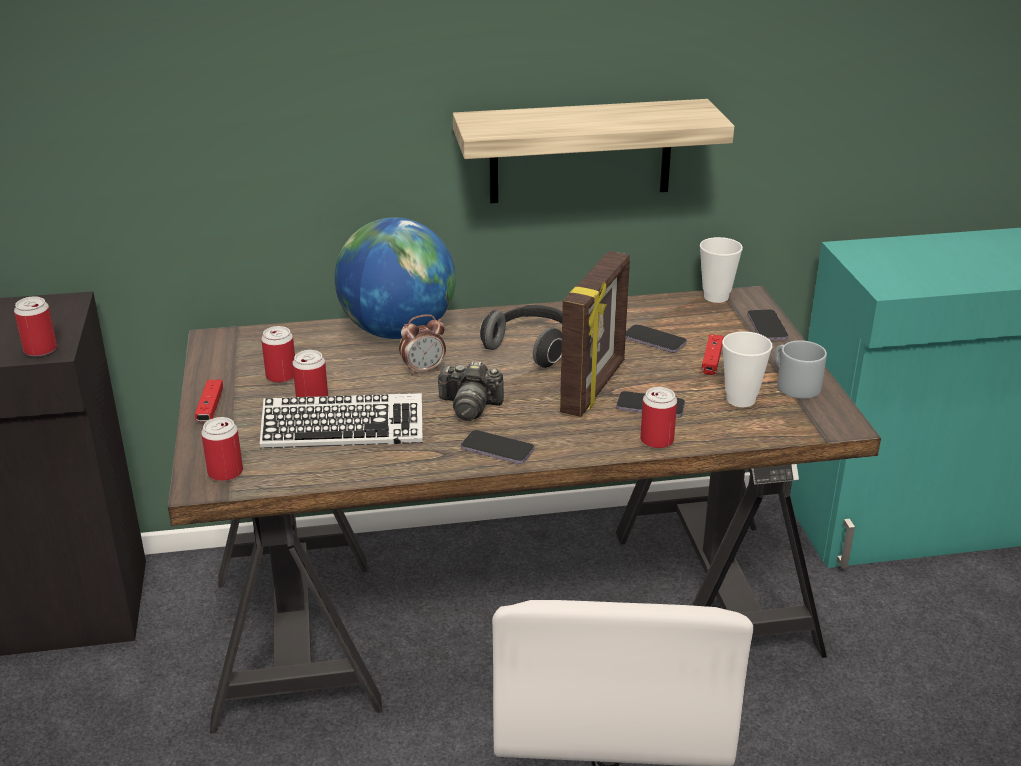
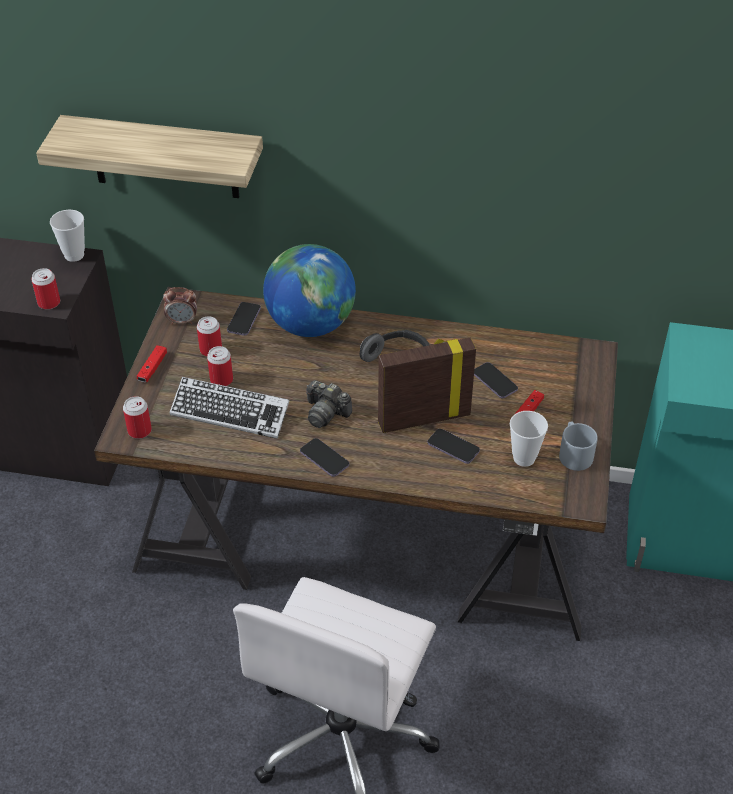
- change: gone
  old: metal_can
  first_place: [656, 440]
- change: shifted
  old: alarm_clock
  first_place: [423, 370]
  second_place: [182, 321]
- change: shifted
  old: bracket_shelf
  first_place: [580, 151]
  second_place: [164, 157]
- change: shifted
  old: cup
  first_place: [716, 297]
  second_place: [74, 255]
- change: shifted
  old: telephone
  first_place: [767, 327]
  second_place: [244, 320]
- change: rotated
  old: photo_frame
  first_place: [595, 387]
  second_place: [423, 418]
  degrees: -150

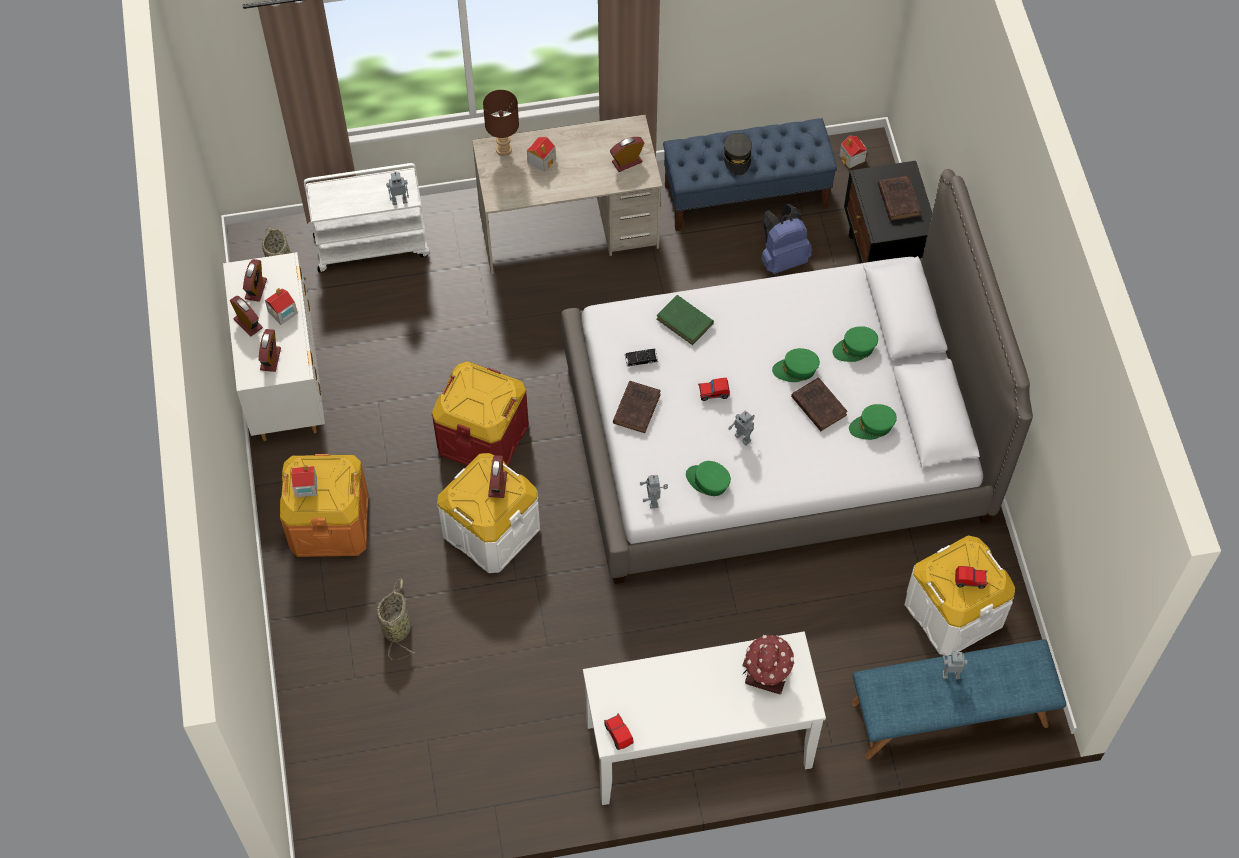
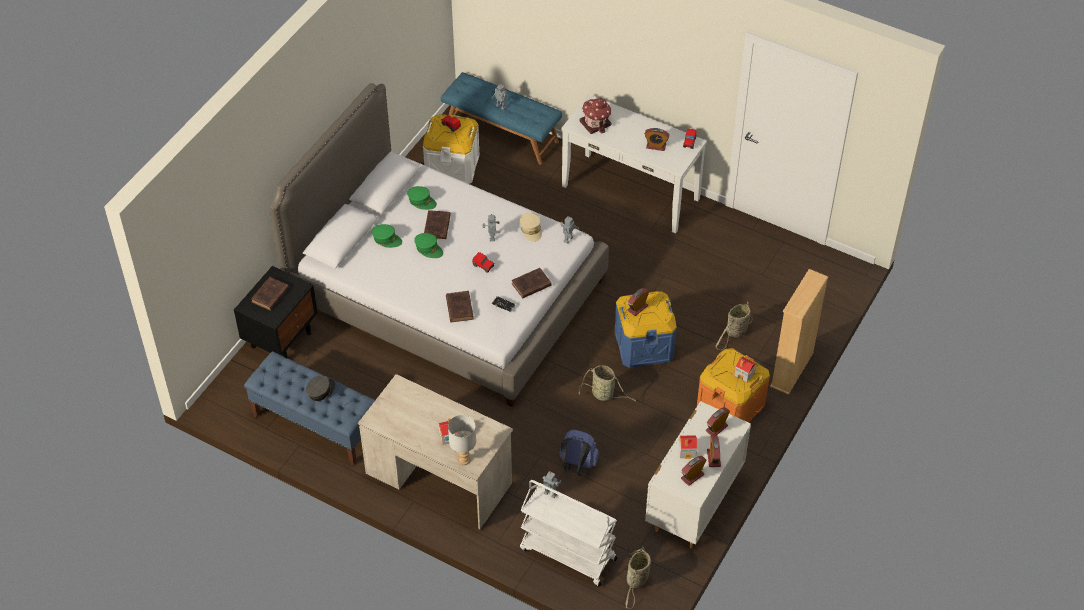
- change: gone
  old: toy_house
  first_place: [852, 158]
- change: new
  new: beige_bookcase
  second_place: [792, 369]
- change: shifted
  old: alarm_clock
  first_place: [627, 162]
  second_place: [656, 146]
- change: shifted
  old: blue-coloured_rucksack
  first_place: [782, 258]
  second_place: [577, 465]
- change: swapped
  old: red-coloured_storage_box
  new: basket
  first_place: [483, 437]
  second_place: [604, 394]
- change: repainted
  old: white_storage_box
  new: blue-coloured_storage_box
  first_place: [491, 530]
  second_place: [644, 345]
- change: repainted
  old: brownish_table_lamp
  new: grey_table_lamp
  first_place: [504, 149]
  second_place: [463, 459]
- change: repainted
  old: green_book
  new: brownish_book
  first_place: [686, 322]
  second_place: [459, 307]
- change: repainted
  old: green_cap
  new: beige_cap
  first_place: [708, 481]
  second_place: [531, 230]

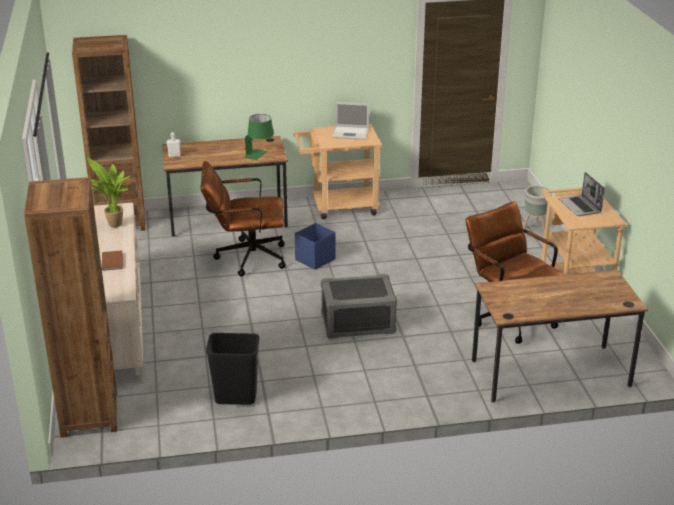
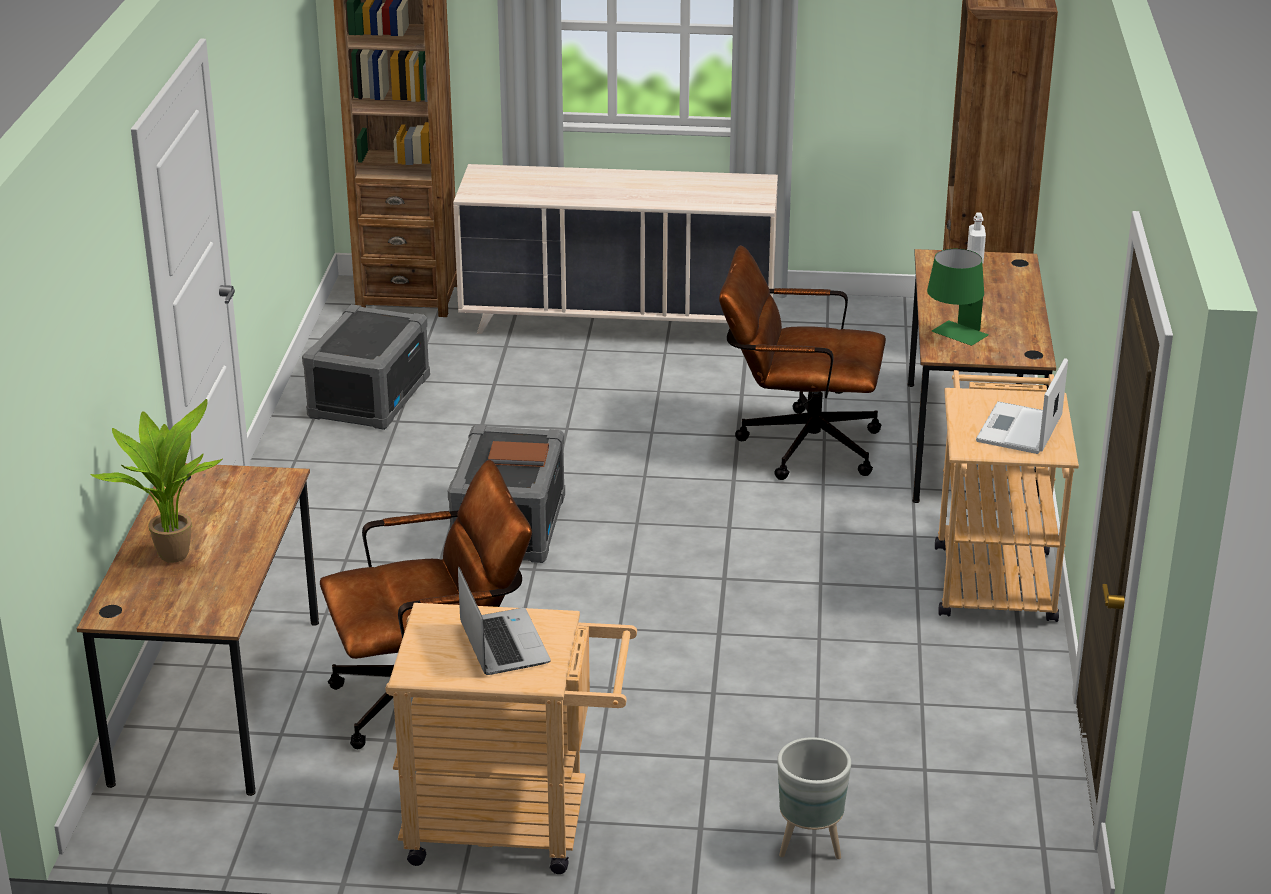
- change: gone
  old: blue-coloured_storage_box
  first_place: [314, 259]
- change: shifted
  old: houseplant
  first_place: [113, 225]
  second_place: [172, 554]
- change: shifted
  old: brownish_book
  first_place: [113, 261]
  second_place: [519, 457]
- change: swapped
  old: black-coloured_rubbish_bin
  new: grey_storage_box
  first_place: [235, 398]
  second_place: [369, 397]
- change: rotated
  old: brownish_computer_chair
  first_place: [245, 258]
  second_place: [797, 445]
  degrees: -90
- change: rotated
  old: portable_computer
  first_place: [580, 206]
  second_place: [502, 643]
  degrees: 75

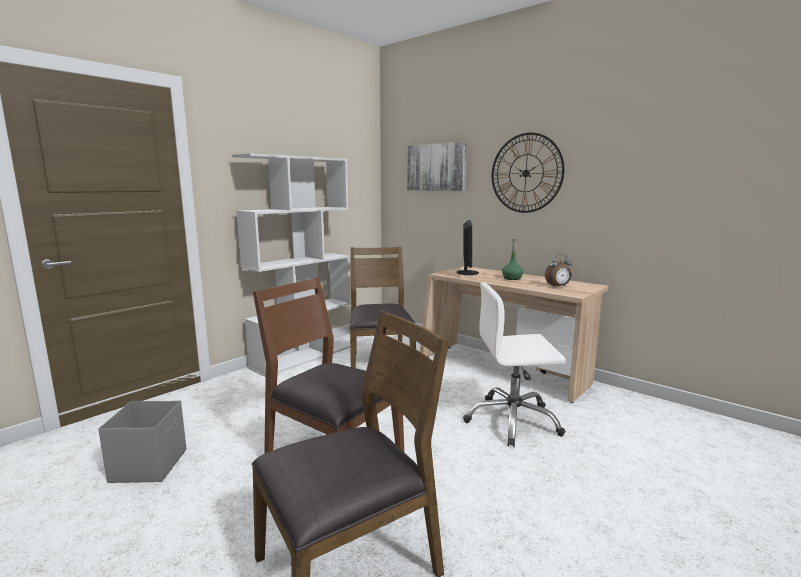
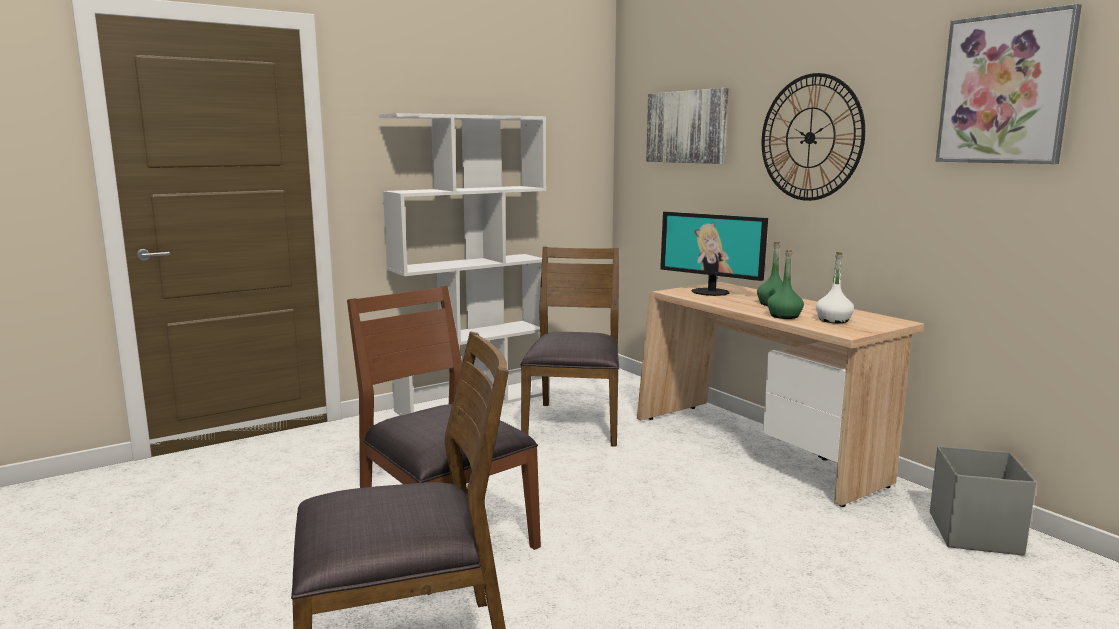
- change: gone
  old: white_computer_chair
  first_place: [512, 421]
- change: new
  new: green_drink_bottle
  second_place: [784, 316]
- change: new
  new: picture
  second_place: [1005, 89]
- change: shifted
  old: grey_storage_box
  first_place: [150, 465]
  second_place: [974, 533]
- change: swapped
  old: alarm_clock
  new: white_drink_bottle
  first_place: [558, 286]
  second_place: [833, 320]
- change: rotated
  old: monitor
  first_place: [467, 272]
  second_place: [710, 292]
  degrees: 105

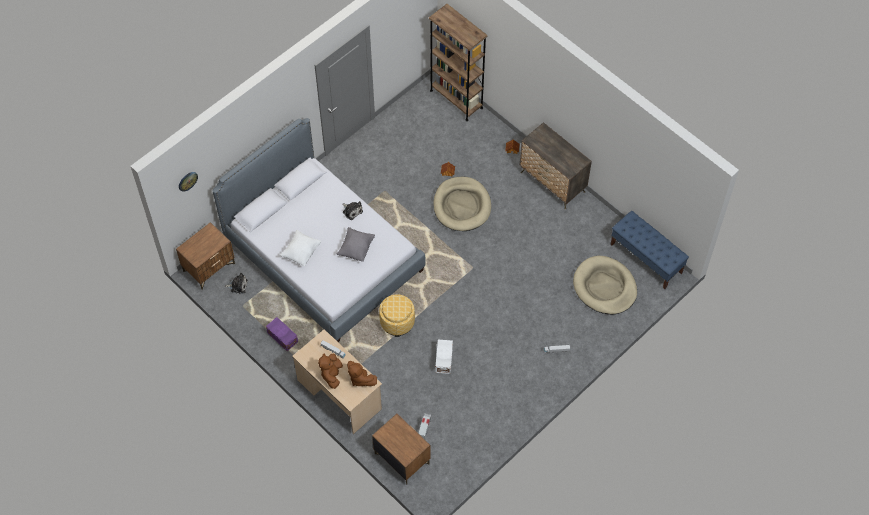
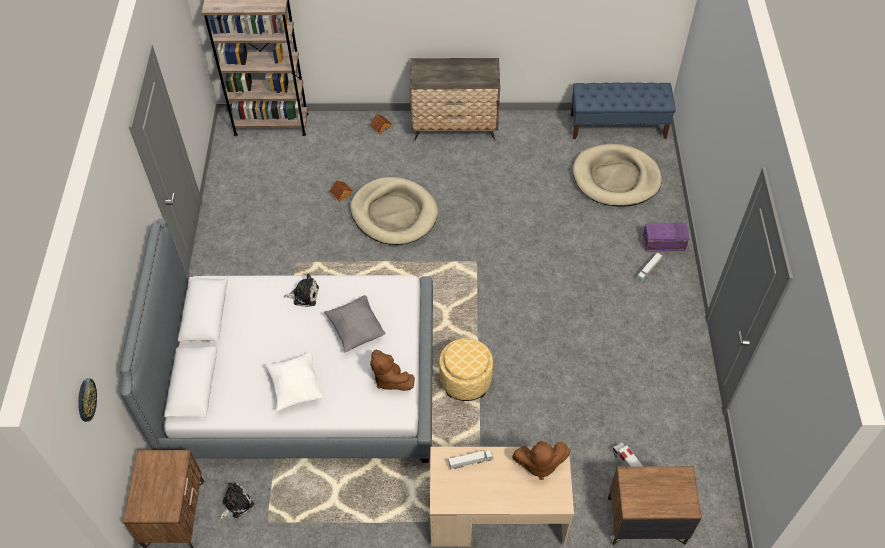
- change: gone
  old: white_storage_box
  first_place: [443, 360]
- change: shifted
  old: purple-coloured_storage_box
  first_place: [282, 338]
  second_place: [664, 243]
- change: shifted
  old: brownish_plush_toy
  first_place: [331, 375]
  second_place: [390, 379]

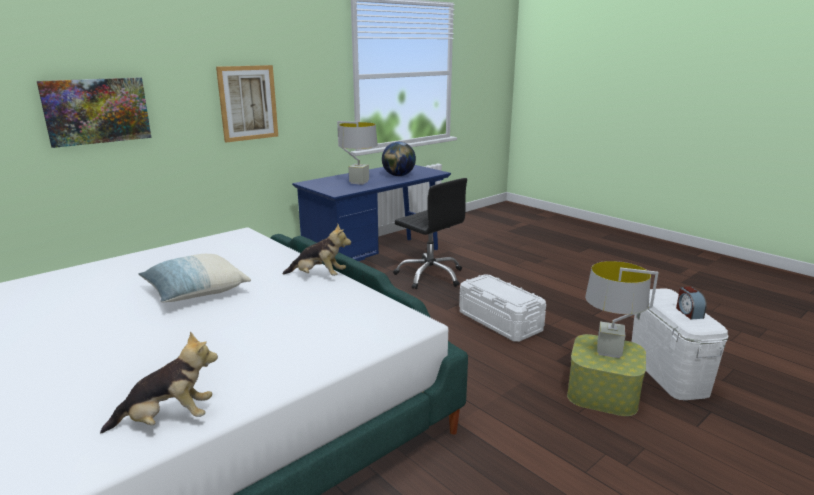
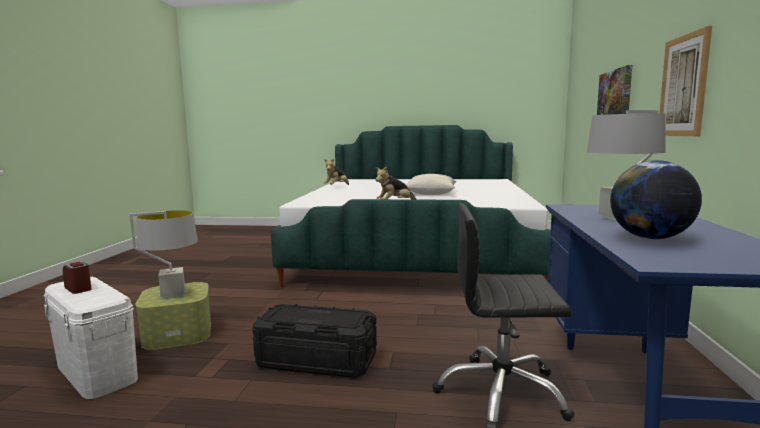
- change: repainted
  old: white_storage_box
  new: black-coloured_storage_box
  first_place: [499, 321]
  second_place: [317, 360]

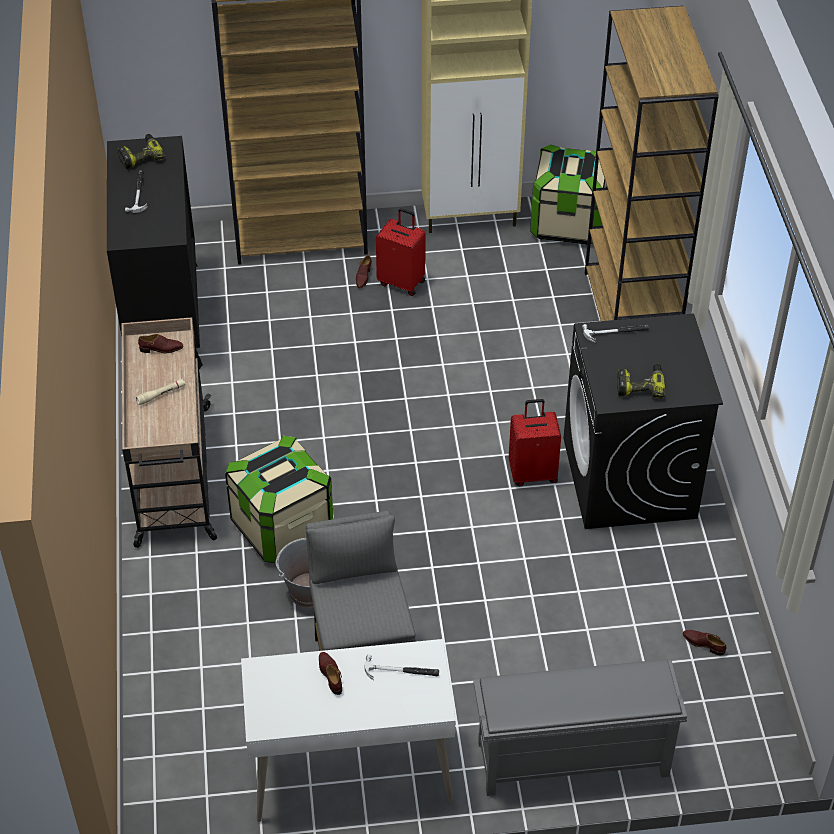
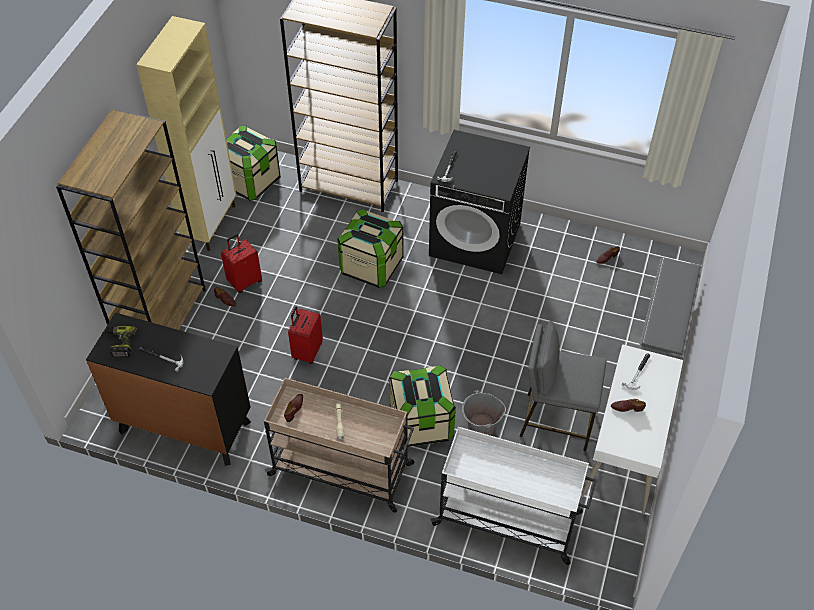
- change: gone
  old: power_drill
  first_place: [640, 385]
- change: new
  new: storage_box
  second_place: [371, 266]
- change: new
  new: white_trolley
  second_place: [509, 519]
- change: shifted
  old: red-coloured_piece_of_luggage
  first_place: [533, 473]
  second_place: [307, 351]

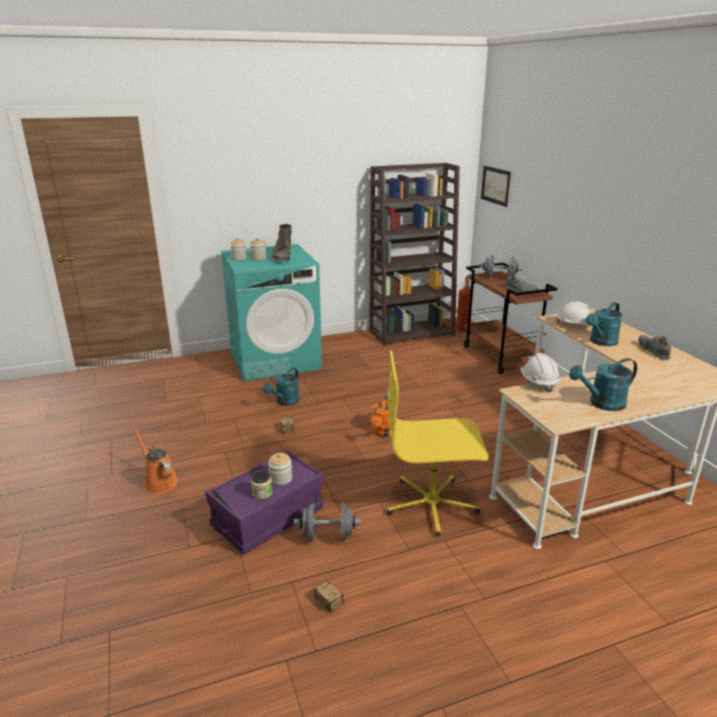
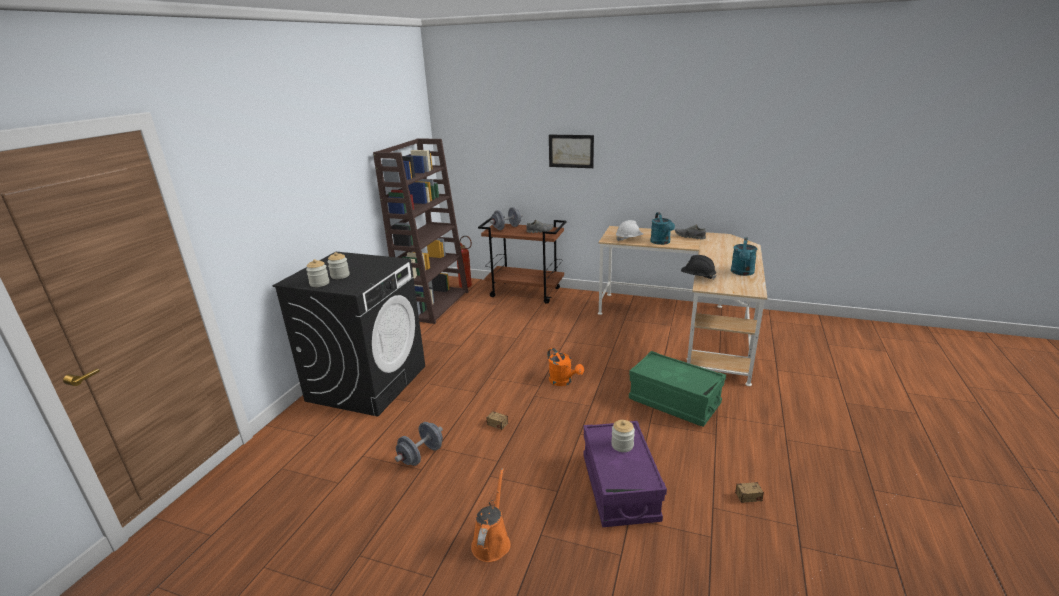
- change: gone
  old: storage_jar
  first_place: [262, 493]
- change: gone
  old: blue-green_sprinkling_can
  first_place: [285, 402]
- change: gone
  old: green_tall_boot
  first_place: [282, 257]
- change: shifted
  old: grey_dumbbell
  first_place: [328, 536]
  second_place: [421, 455]
- change: shifted
  old: picture
  first_place: [495, 185]
  second_place: [571, 151]
- change: swapped
  old: yellow-coloured_computer_chair
  new: green_storage_box
  first_place: [432, 505]
  second_place: [674, 402]
- change: repainted
  old: blue-green_laundry_appliance
  new: black-coloured_laundry_appliance
  first_place: [275, 360]
  second_place: [367, 383]
- change: repainted
  old: white_work_helmet
  new: black-coloured_work_helmet
  first_place: [538, 383]
  second_place: [697, 277]
- change: rotated
  old: orange-coloured_sprinkling_can
  first_place: [159, 481]
  second_place: [492, 541]
  degrees: 105

